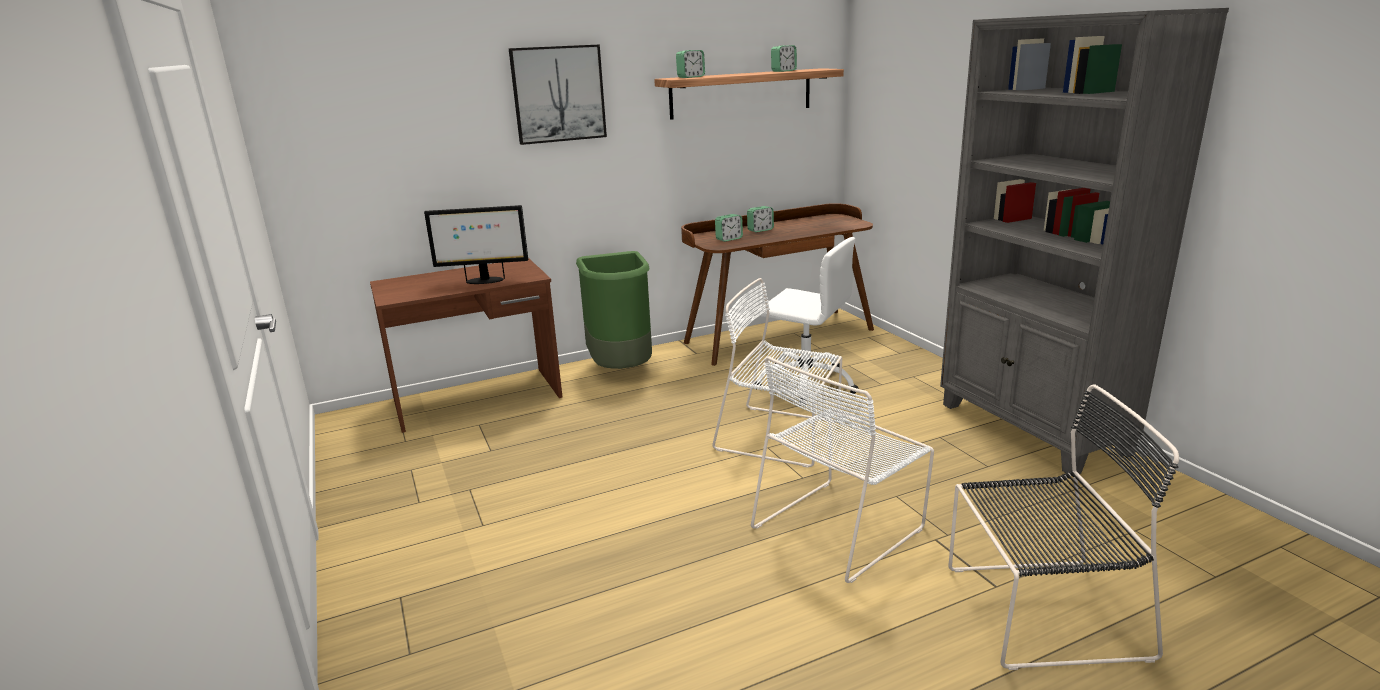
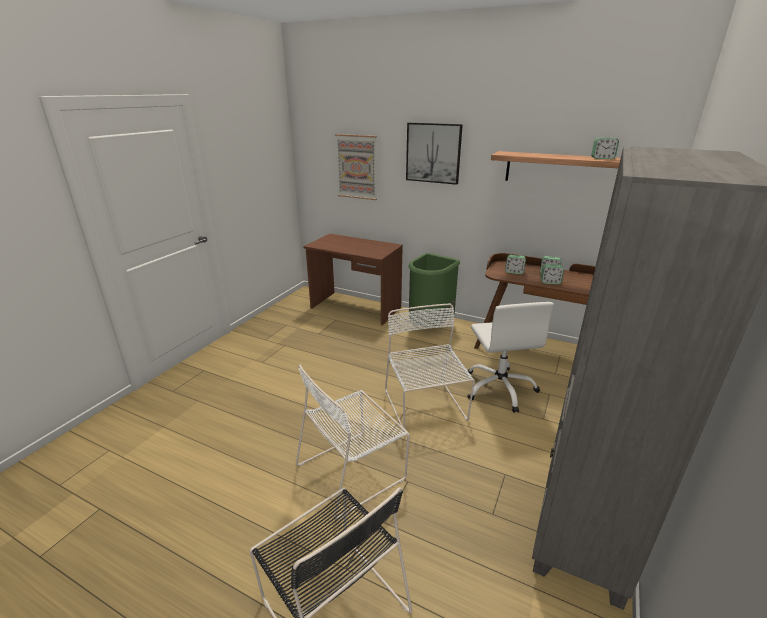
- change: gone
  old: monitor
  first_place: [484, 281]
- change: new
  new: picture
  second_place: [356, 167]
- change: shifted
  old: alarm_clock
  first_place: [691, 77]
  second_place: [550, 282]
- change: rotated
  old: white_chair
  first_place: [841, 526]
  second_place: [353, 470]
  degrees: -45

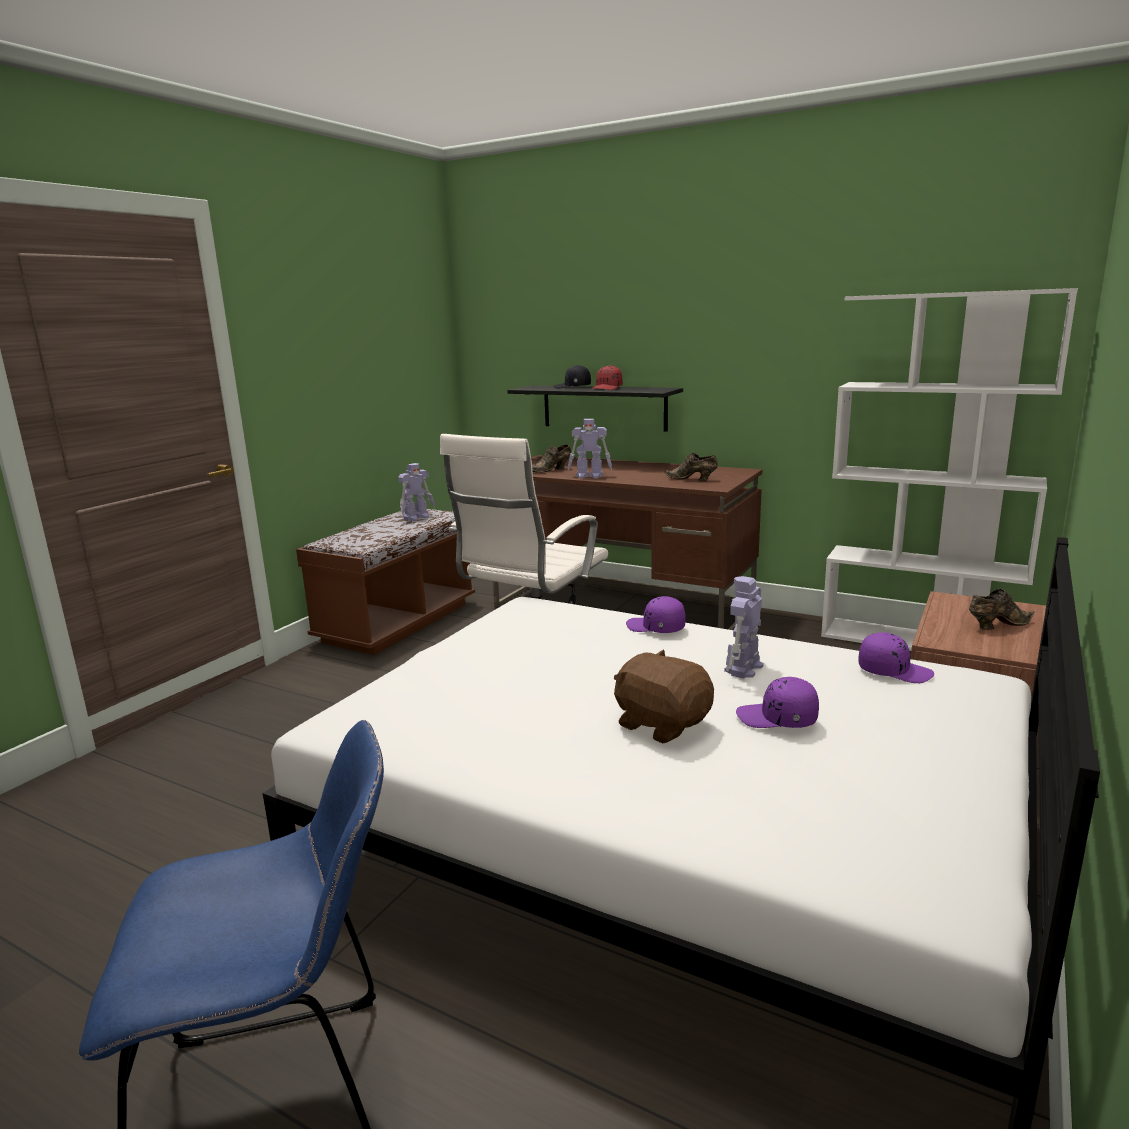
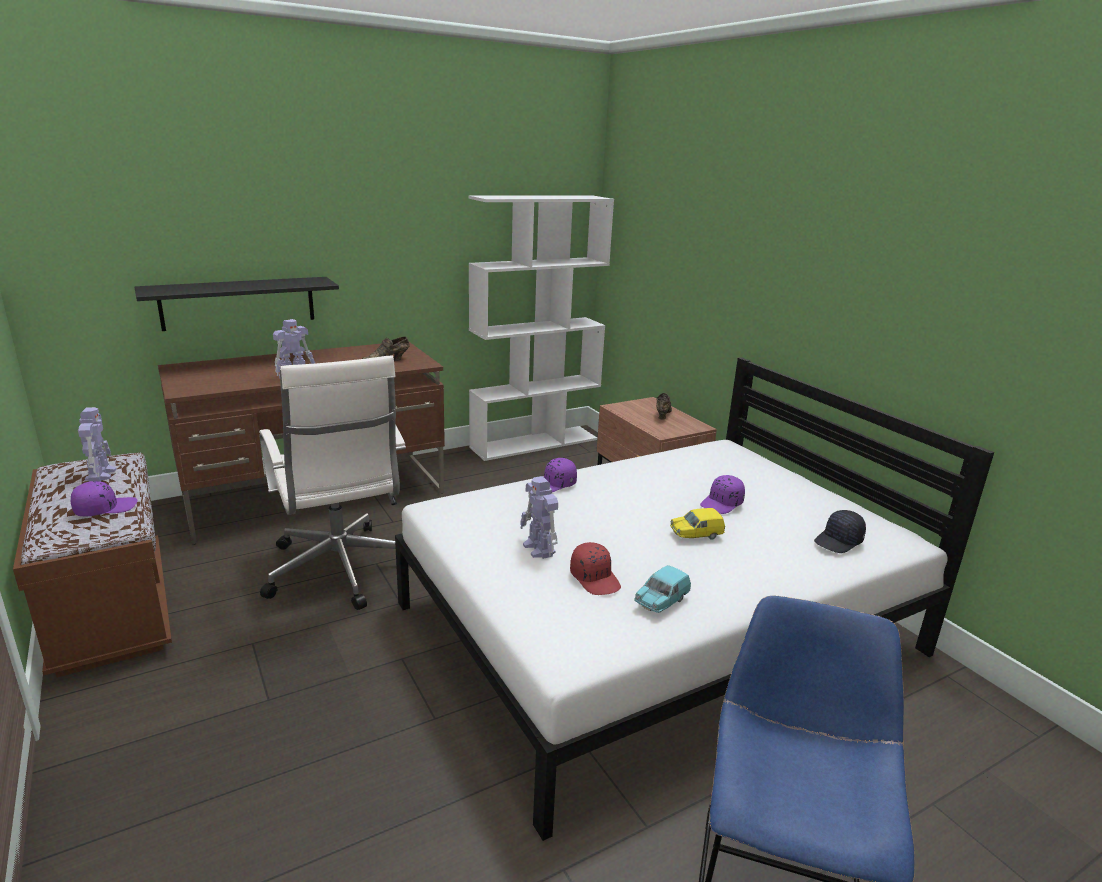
- change: gone
  old: brownish_shoe
  first_place: [552, 470]
- change: new
  new: blue-green_model_car
  second_place: [661, 602]
- change: shifted
  old: black-coloured_cap
  first_place: [572, 387]
  second_place: [839, 541]
- change: shifted
  old: red-coloured_cap
  first_place: [607, 388]
  second_place: [595, 579]
- change: shifted
  old: model_robot
  first_place: [743, 669]
  second_place: [539, 549]
- change: shifted
  old: purple-coloured_cap
  first_place: [894, 671]
  second_place: [105, 508]
- change: swapped
  old: brownish_plush_toy
  new: yellow-coloured_model_car
  first_place: [662, 724]
  second_place: [696, 535]

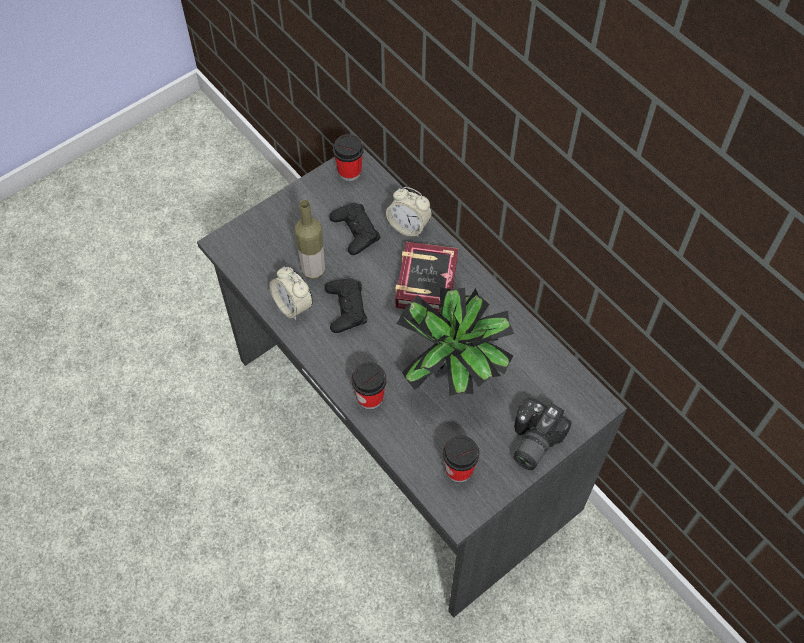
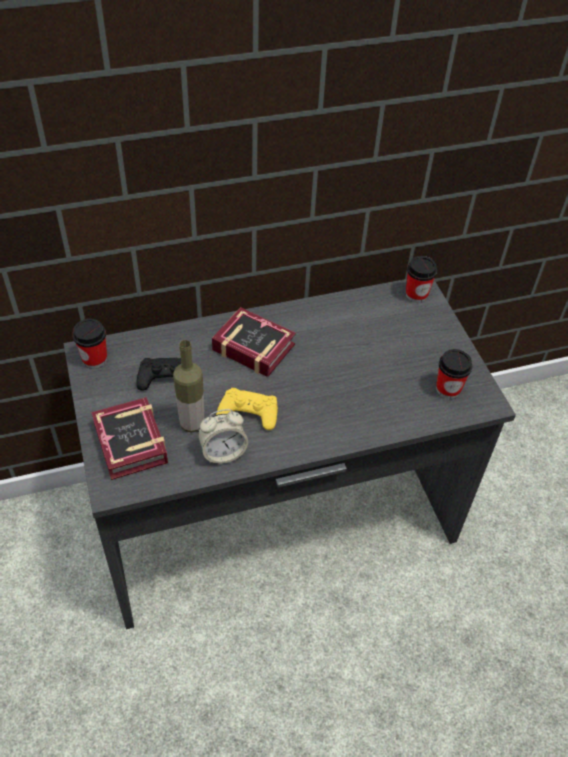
- change: gone
  old: alarm_clock
  first_place: [409, 226]
- change: gone
  old: houseplant
  first_place: [453, 375]
- change: gone
  old: still_camera
  first_place: [531, 441]
- change: new
  new: book
  second_place: [129, 446]
- change: shifted
  old: cup
  first_place: [370, 397]
  second_place: [416, 295]
- change: repainted
  old: black-coloured_game_controller
  new: yellow-coloured_game_controller
  first_place: [346, 308]
  second_place: [249, 412]

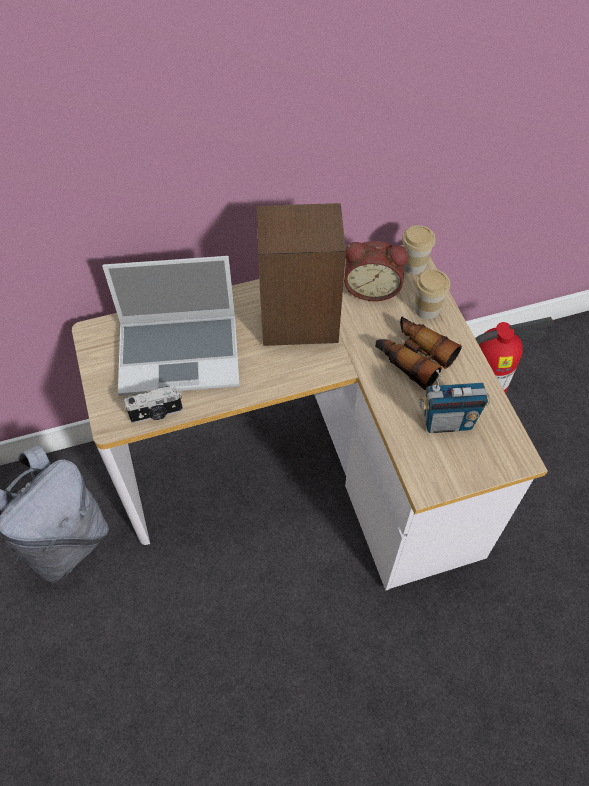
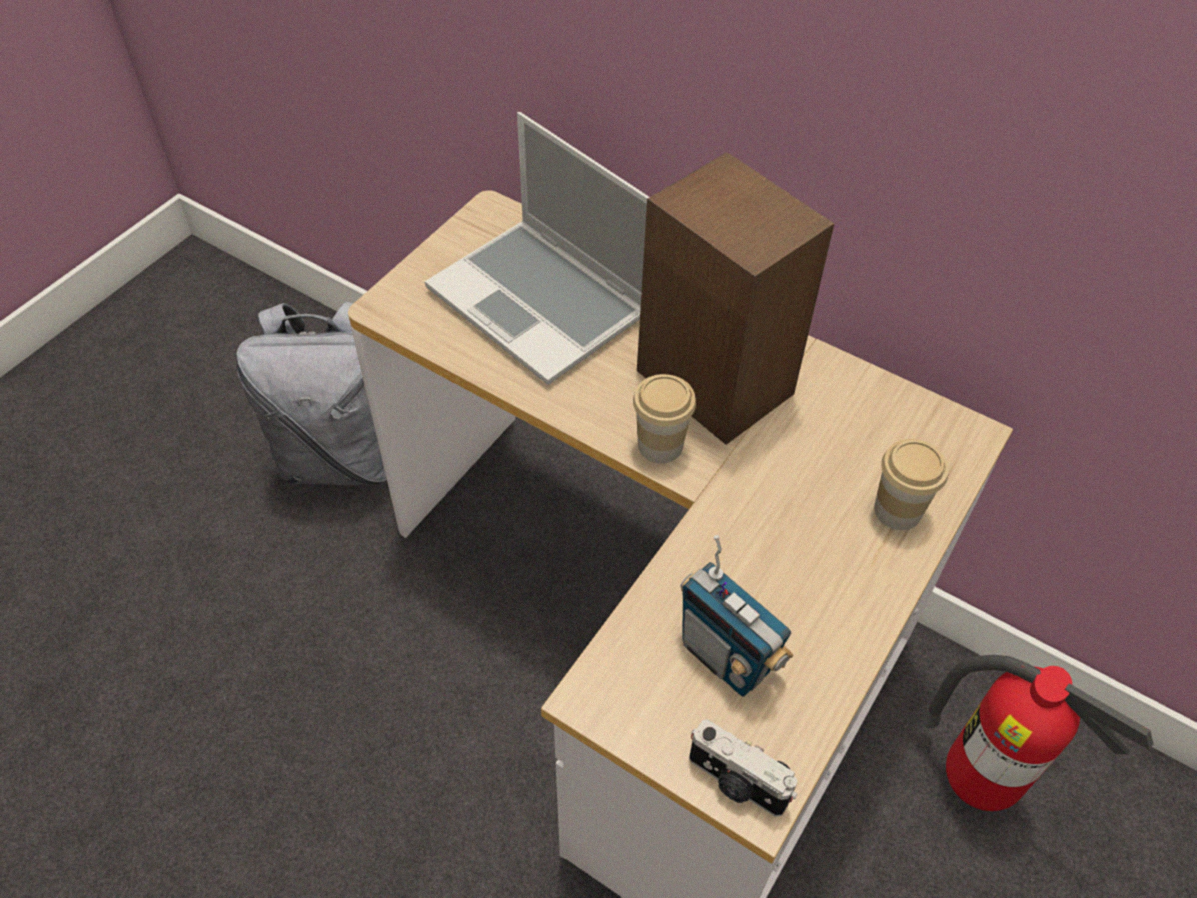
- change: gone
  old: alarm_clock
  first_place: [371, 288]
- change: gone
  old: binoculars
  first_place: [413, 357]
- change: shifted
  old: still_camera
  first_place: [156, 414]
  second_place: [736, 783]
- change: shifted
  old: cup
  first_place: [413, 265]
  second_place: [660, 445]

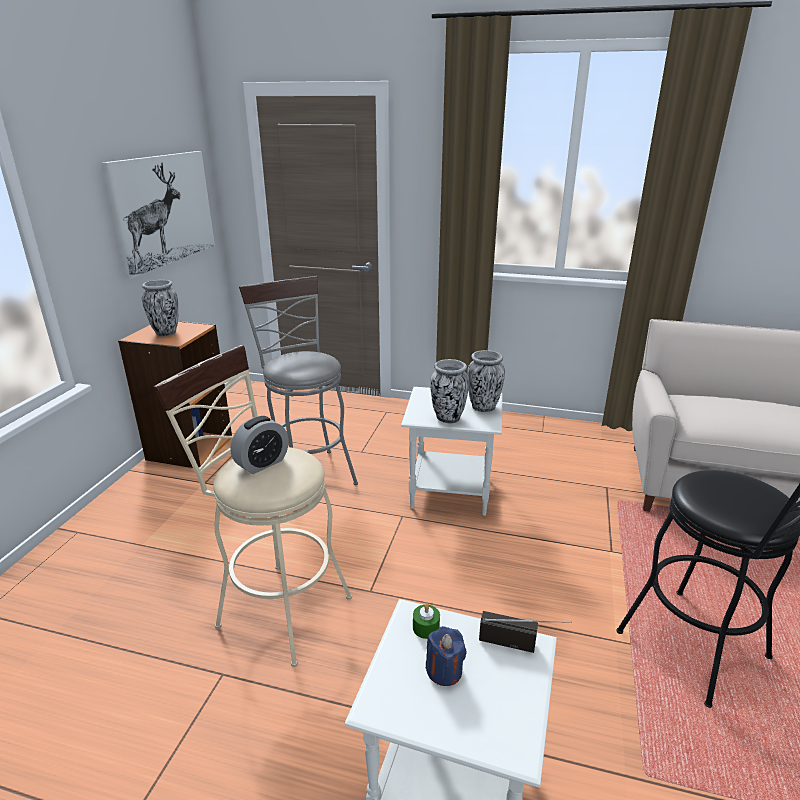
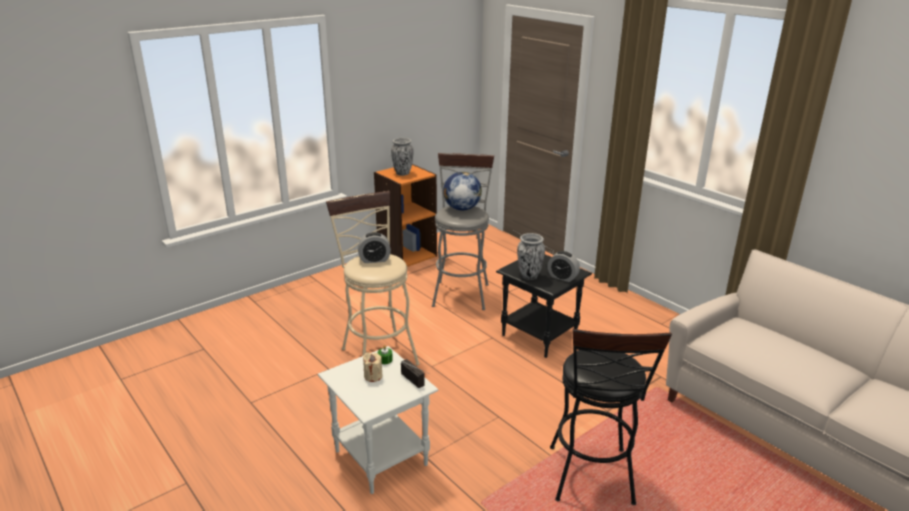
- change: gone
  old: picture
  first_place: [163, 210]
- change: new
  new: globe
  second_place: [461, 208]
- change: swapped
  old: vase
  new: alarm_clock
  first_place: [483, 407]
  second_place: [562, 277]
- change: repainted
  old: white_end_table
  new: black-coloured_end_table
  first_place: [451, 492]
  second_place: [539, 337]
- change: repainted
  old: blue-coloured_wax_light
  new: beige_wax_light
  first_place: [444, 671]
  second_place: [373, 376]

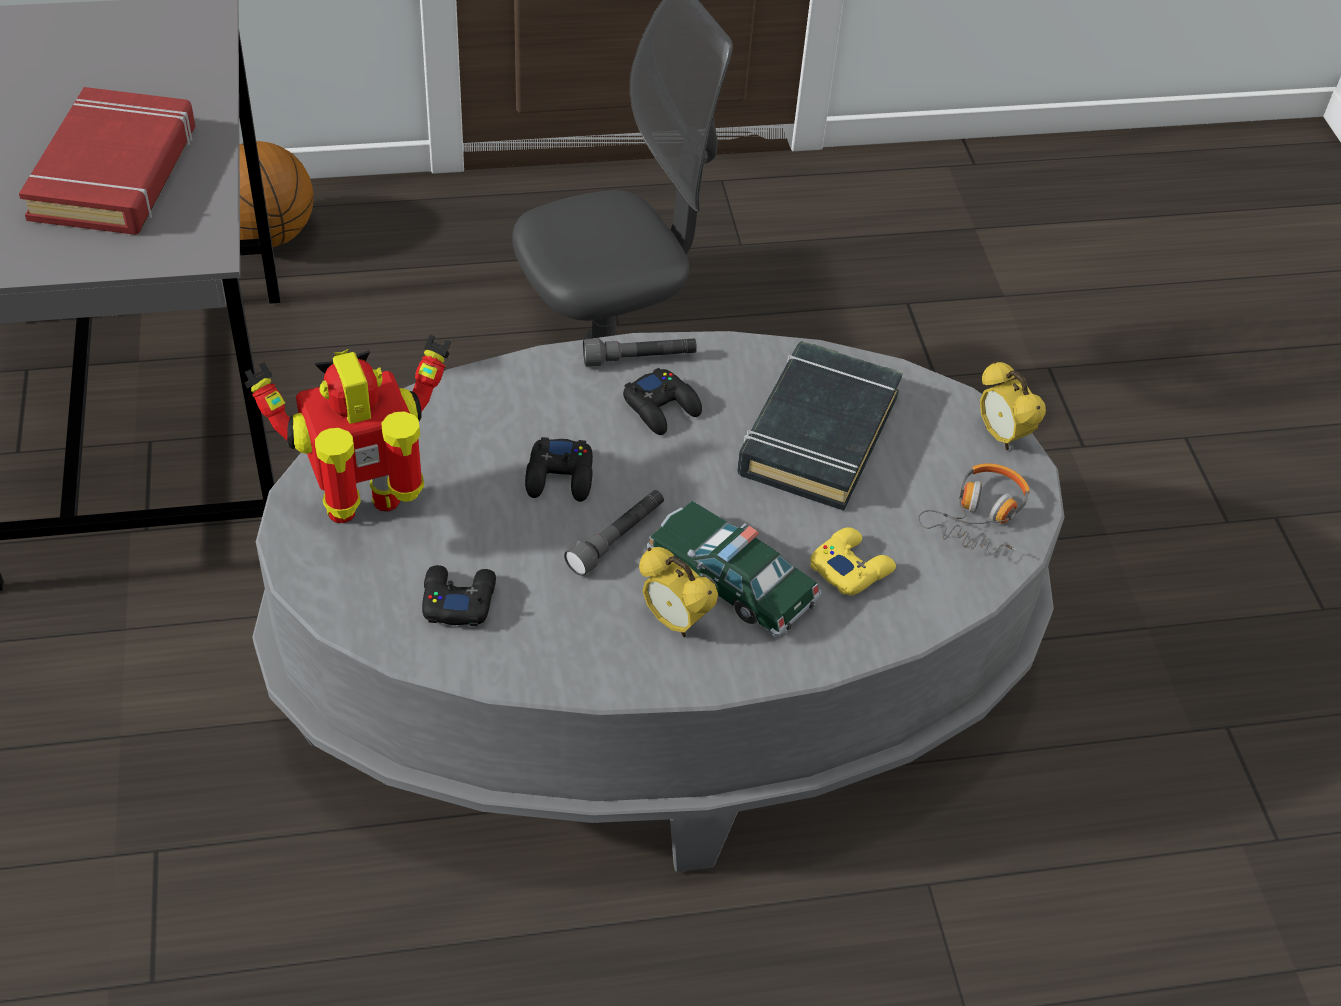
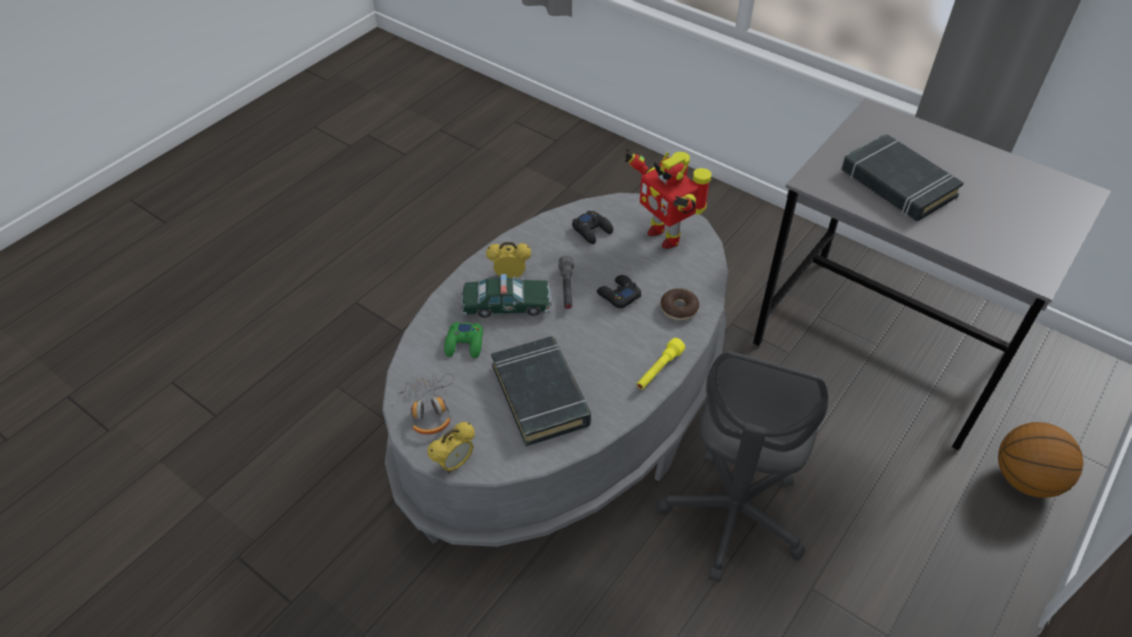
- change: gone
  old: black-coloured_game_controller
  first_place: [662, 408]
- change: new
  new: donut
  second_place: [679, 309]
- change: repainted
  old: red-coloured_book
  new: black-coloured_book
  first_place: [115, 173]
  second_place: [897, 184]
- change: repainted
  old: grey_torch
  new: yellow-coloured_torch
  first_place: [639, 359]
  second_place: [658, 370]
- change: repainted
  old: yellow-coloured_game_controller
  new: green_game_controller
  first_place: [851, 567]
  second_place: [465, 344]
- change: rotated
  old: model_robot
  first_place: [367, 509]
  second_place: [665, 234]
  degrees: 120
- change: rotated
  old: alarm_clock
  first_place: [1001, 436]
  second_place: [455, 463]
  degrees: 120

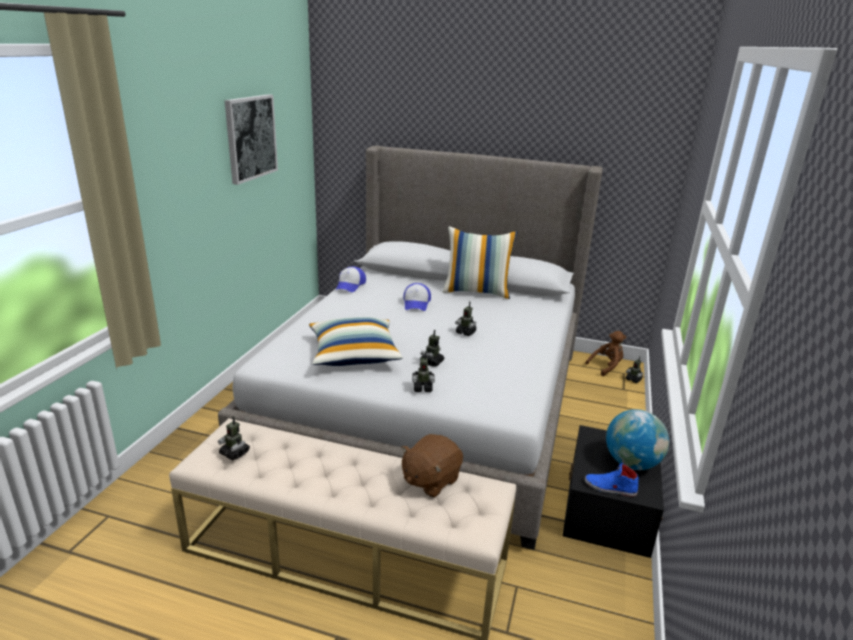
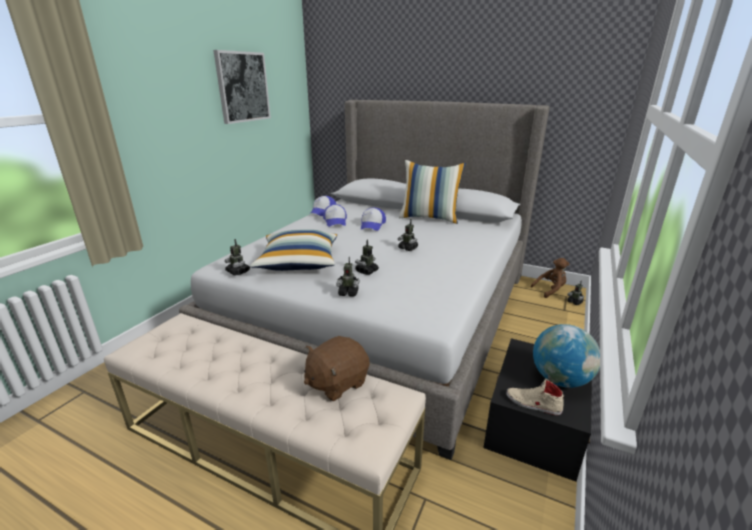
- change: new
  new: cap
  second_place: [335, 221]
- change: shifted
  old: model_robot
  first_place: [235, 453]
  second_place: [238, 272]
- change: repainted
  old: blue-coloured_shoe
  new: beige_shoe
  first_place: [610, 488]
  second_place: [533, 404]

